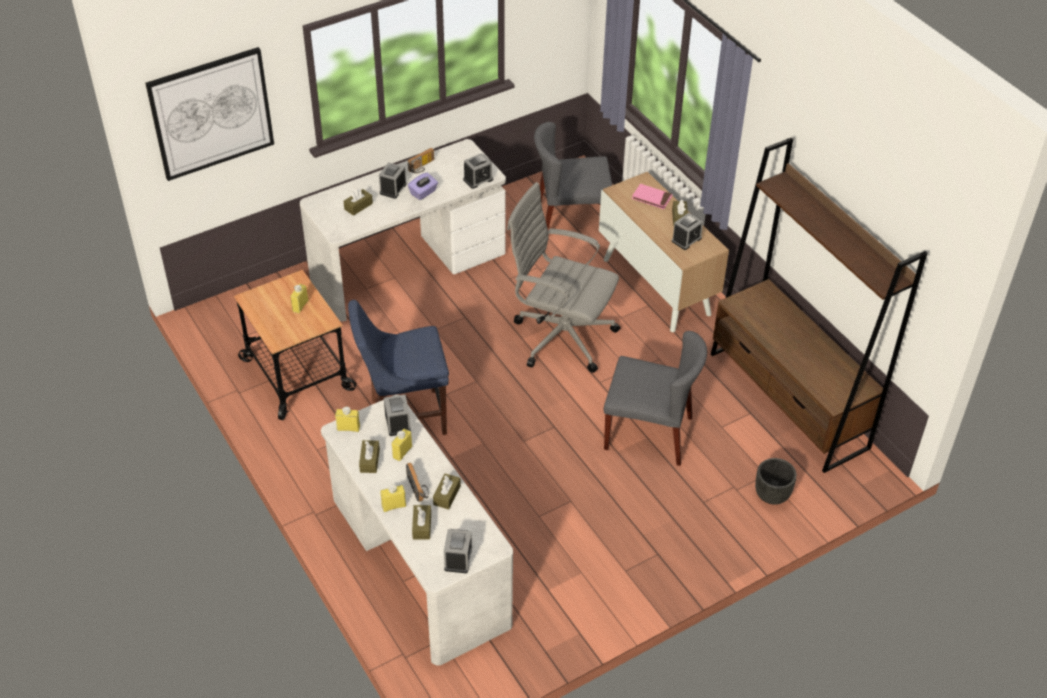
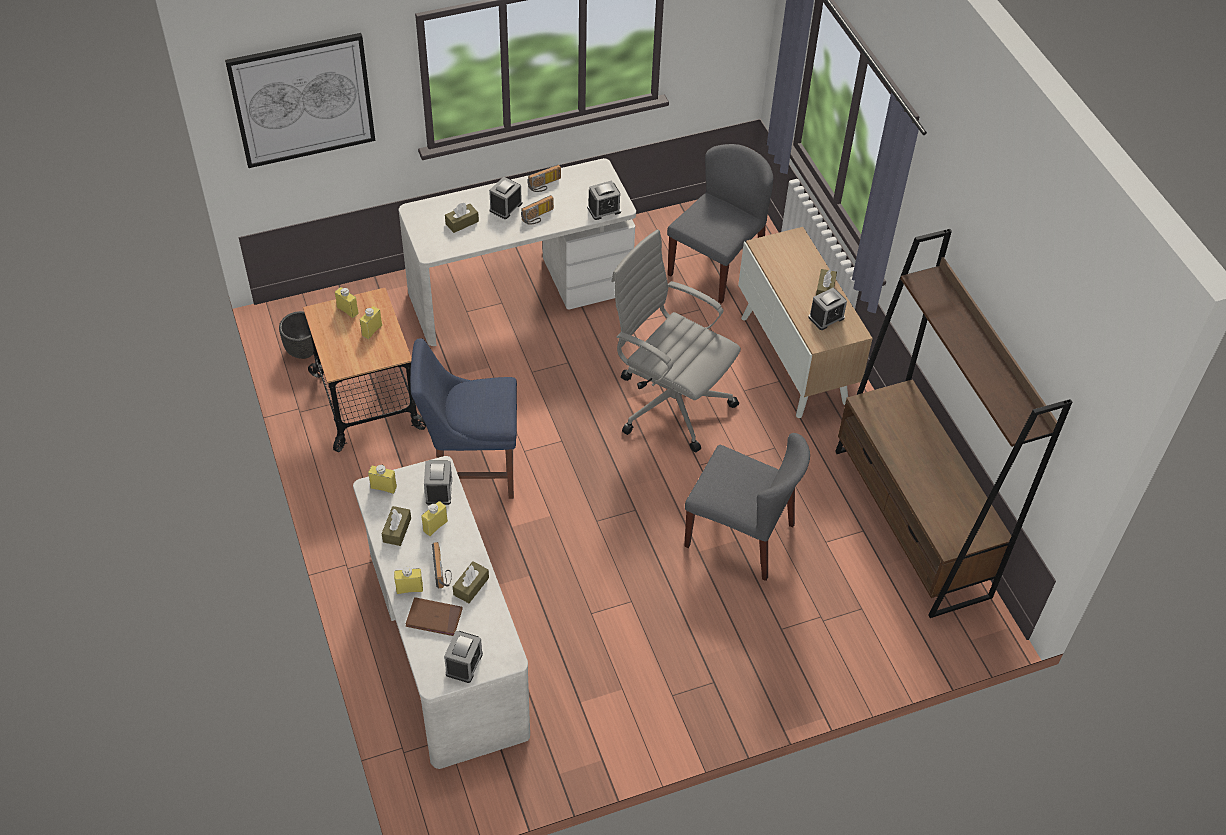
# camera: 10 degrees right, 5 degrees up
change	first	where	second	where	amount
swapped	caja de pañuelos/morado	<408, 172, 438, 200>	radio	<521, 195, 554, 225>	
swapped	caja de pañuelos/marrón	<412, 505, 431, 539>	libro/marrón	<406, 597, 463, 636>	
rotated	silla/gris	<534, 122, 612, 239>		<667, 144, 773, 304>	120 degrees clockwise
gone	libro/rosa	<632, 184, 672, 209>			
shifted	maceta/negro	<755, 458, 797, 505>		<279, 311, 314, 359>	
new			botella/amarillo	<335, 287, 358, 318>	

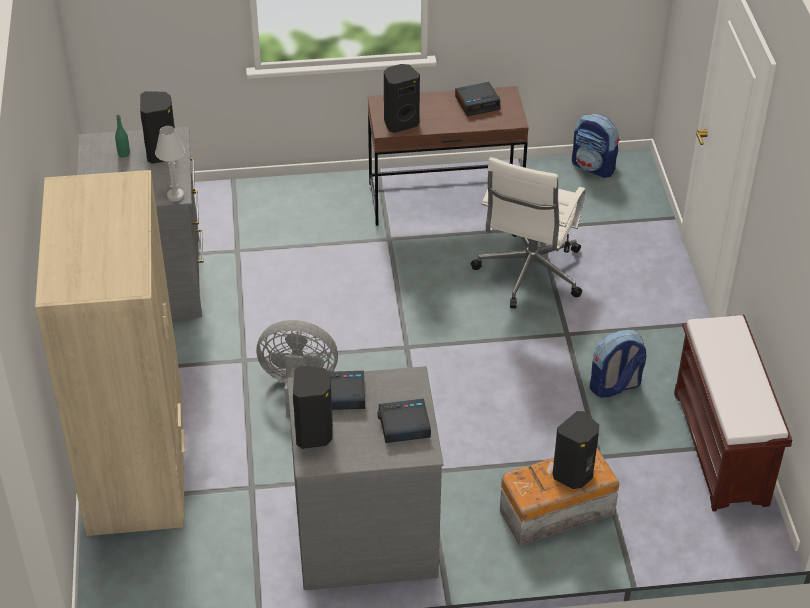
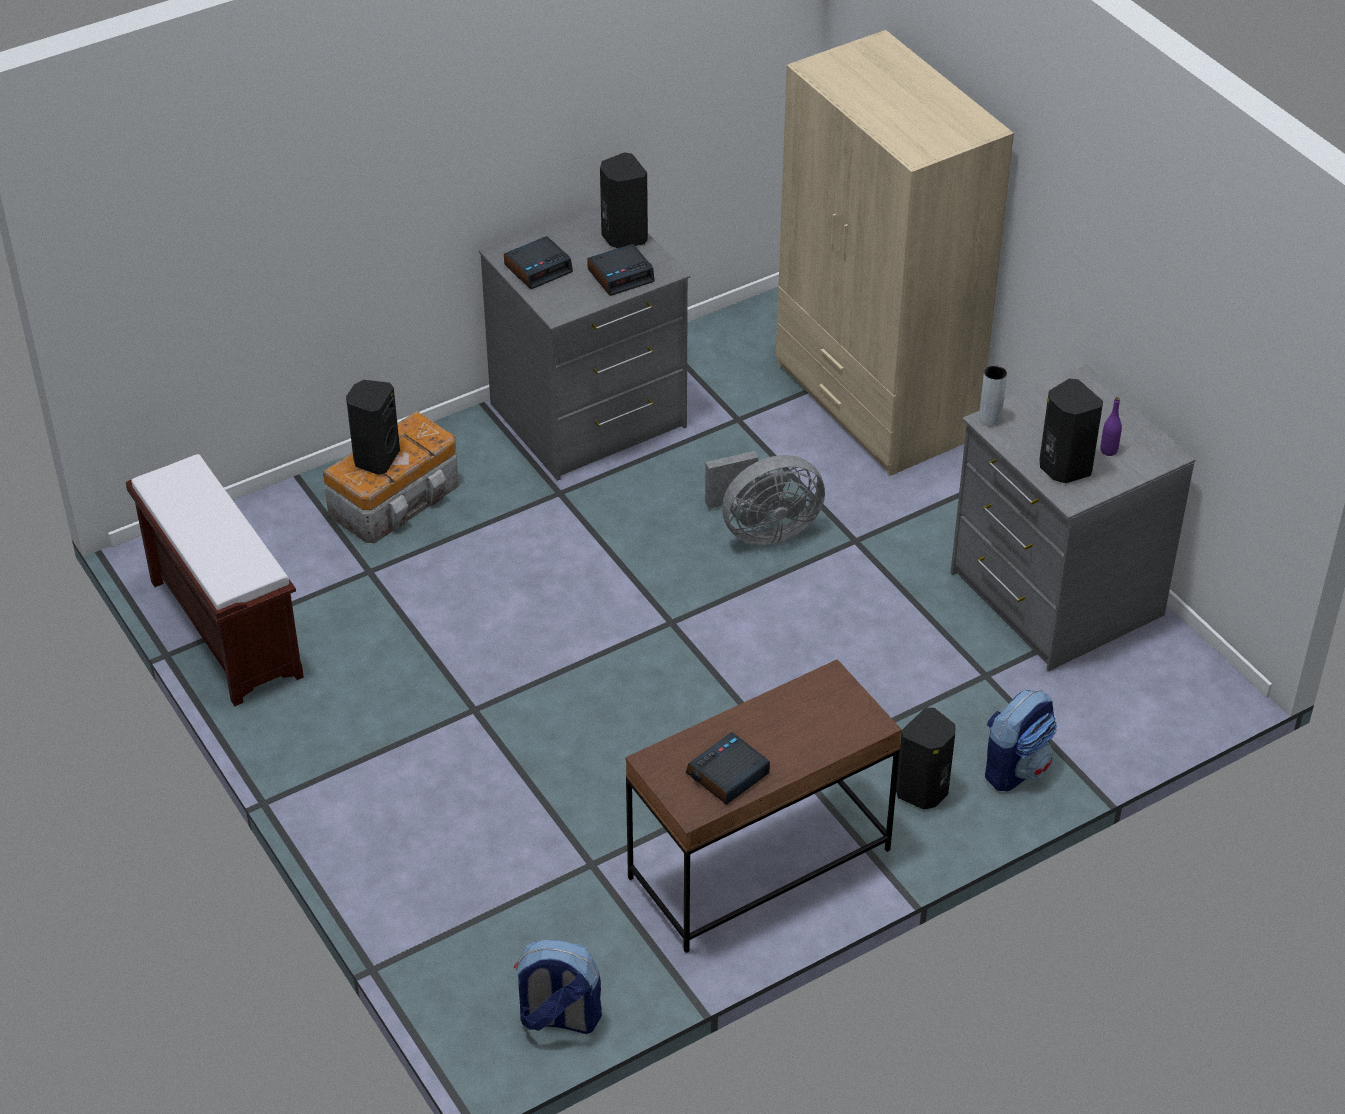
# camera: 155 degrees right, 0 degrees up
change	first	where	second	where	amount
repainted	botella/verde	<115, 115, 130, 158>	botella/morado	<1101, 397, 1122, 456>	
swapped	lámpara de mesa/blanco	<155, 126, 185, 201>	florero/gris	<979, 365, 1007, 427>	
shifted	altavoz/negro	<384, 64, 420, 133>		<896, 708, 956, 810>	
gone	silla de oficina/blanco	<471, 157, 586, 308>			
shifted	mochila	<590, 330, 646, 398>		<985, 690, 1057, 791>	

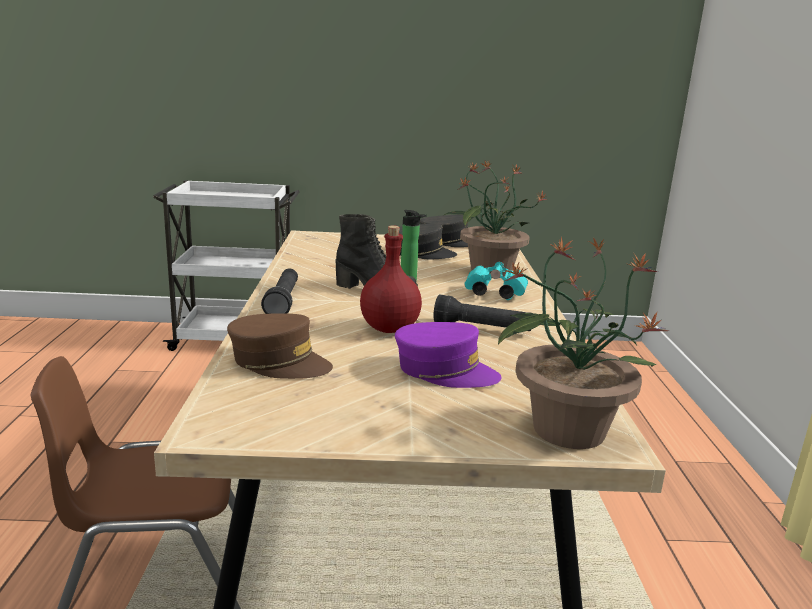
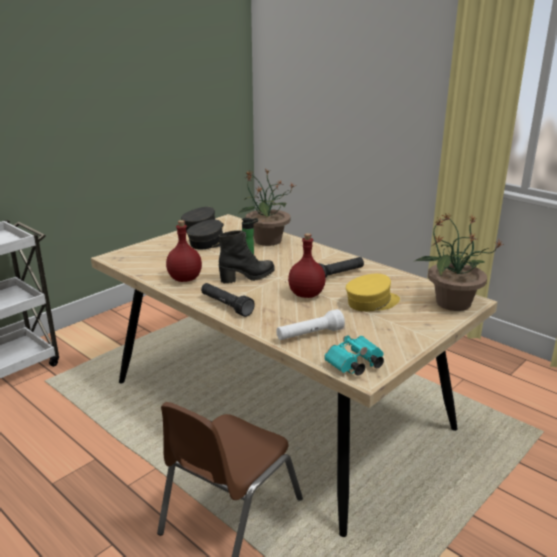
# camera: 45 degrees left, 5 degrees up
change	first	where	second	where	amount
swapped	gorra/marrón	<227, 313, 333, 379>	linterna/blanco	<276, 309, 345, 340>	
repainted	gorra/morado	<395, 322, 502, 388>	gorra/amarillo	<346, 274, 400, 312>	
shifted	prismáticos/turquesa	<464, 262, 528, 300>		<324, 335, 384, 375>	
new			botella/rojo	<166, 220, 202, 282>	

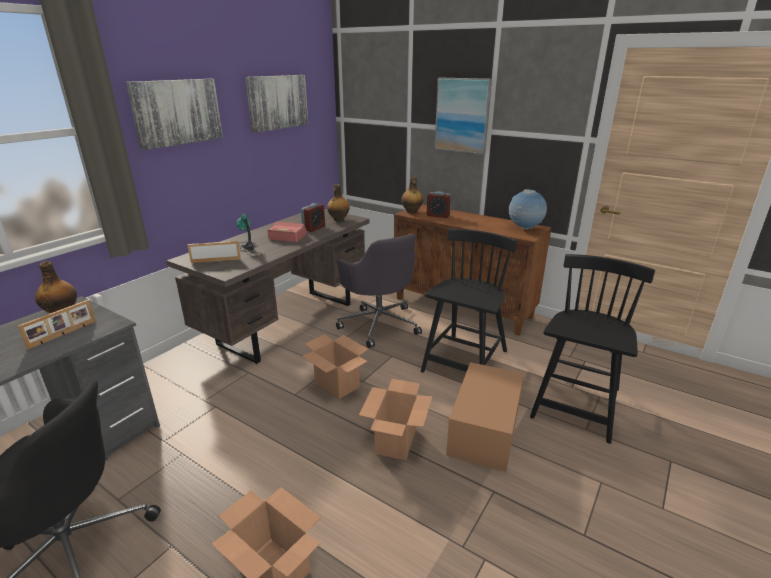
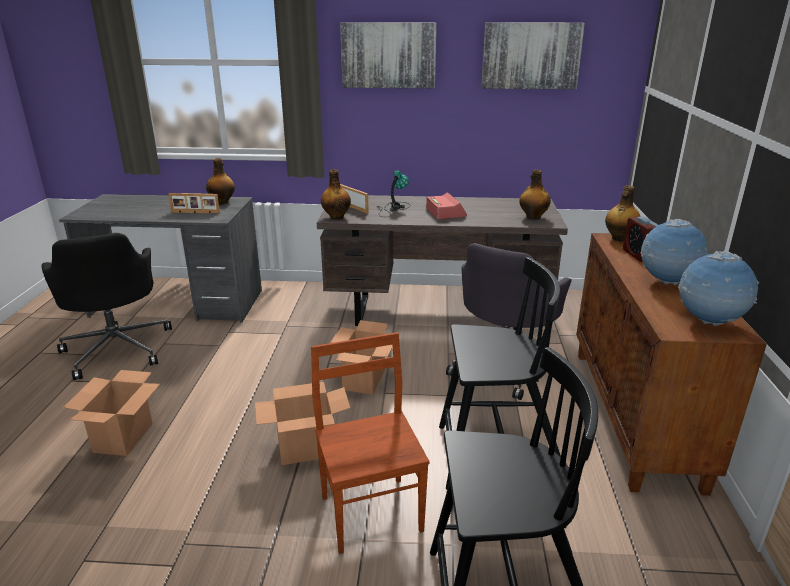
# camera: 60 degrees right, 0 degrees up
change	first	where	second	where	amount
gone	despertador	<301, 203, 325, 232>			
gone	cuadro	<435, 78, 492, 154>			
swapped	caja de cartón	<446, 362, 524, 472>	silla/marrón	<311, 332, 430, 554>	
new			botella	<321, 169, 351, 220>	
new			globo terráqueo	<641, 219, 708, 285>	

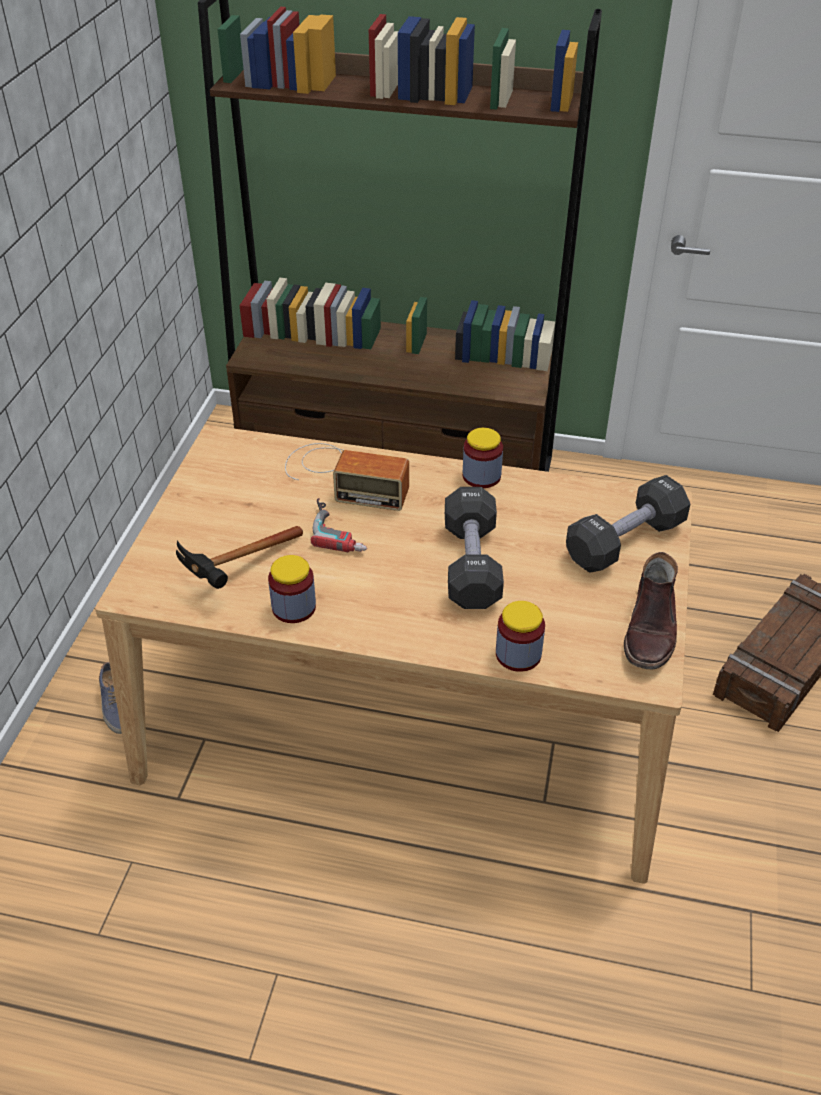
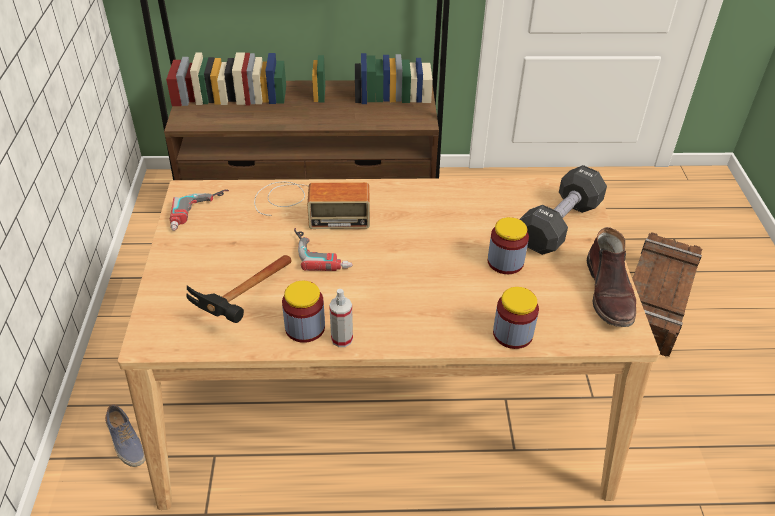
# camera: 15 degrees left, 0 degrees up
change	first	where	second	where	amount
gone	mancuerna/negro	<445, 487, 504, 609>			
shifted	tarro	<463, 428, 503, 488>		<488, 217, 529, 274>	
new			taladro	<170, 190, 229, 231>	
new			pulverizador	<329, 289, 353, 347>	

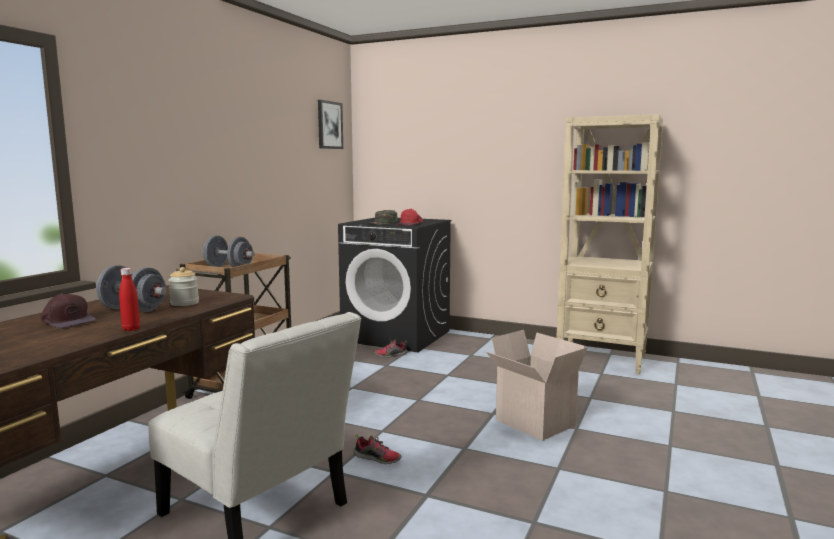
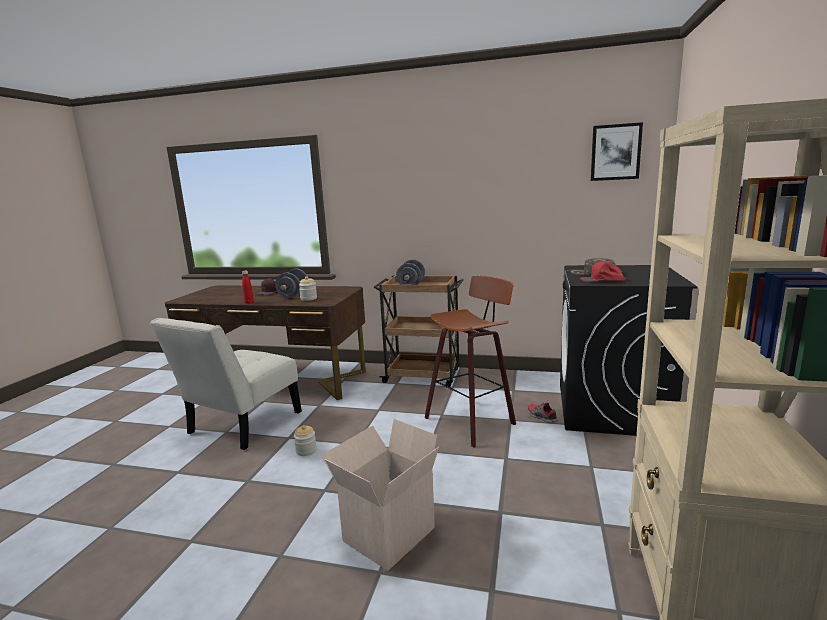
# camera: 80 degrees right, 5 degrees up
change	first	where	second	where	amount
swapped	zapato	<353, 434, 402, 464>	tarro	<294, 425, 317, 456>	
new			taburete	<425, 275, 516, 448>	

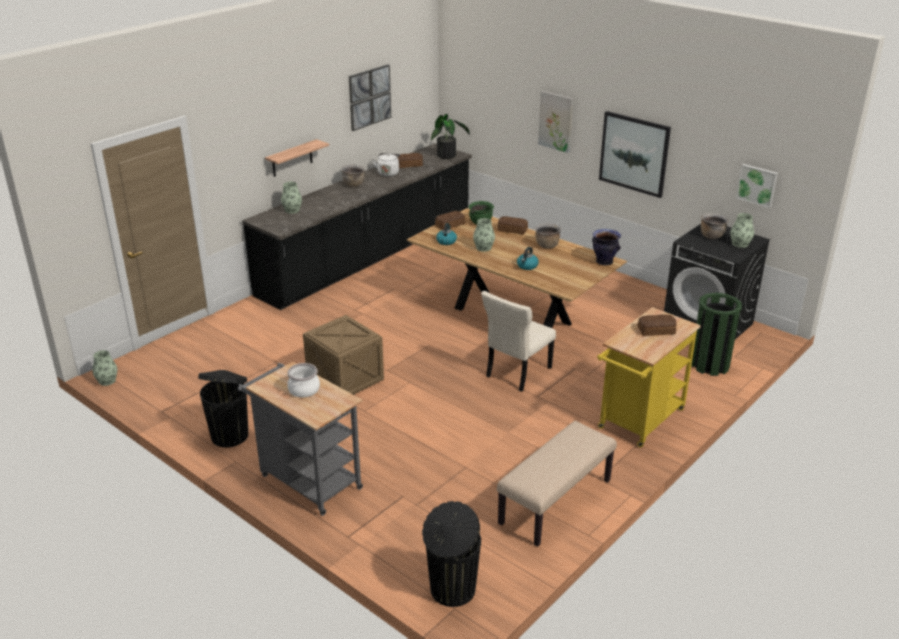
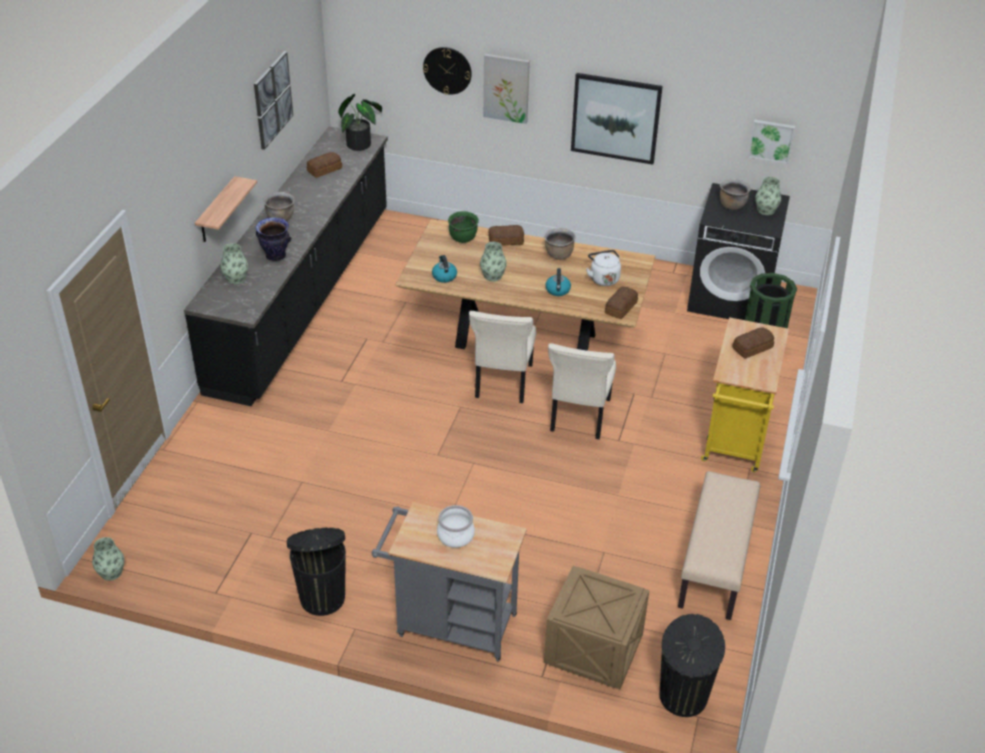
# camera: 25 degrees left, 10 degrees up
change	first	where	second	where	amount
shifted	caja de embalaje	<303, 315, 384, 395>		<544, 566, 649, 689>	
shifted	hervidor/blanco	<373, 153, 400, 177>		<586, 250, 621, 286>	
shifted	pan	<435, 211, 465, 230>		<605, 287, 638, 319>	
shifted	florero	<592, 229, 621, 266>		<256, 218, 291, 261>	
new			reloj de pared	<423, 47, 472, 95>	
new			silla/beis	<469, 311, 536, 404>	

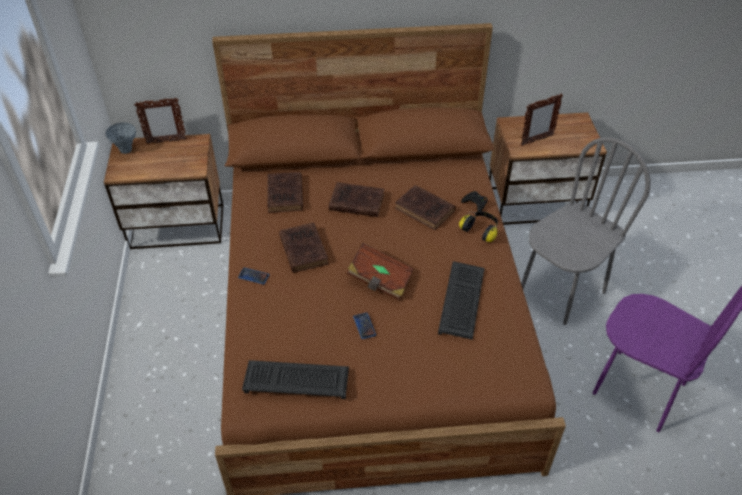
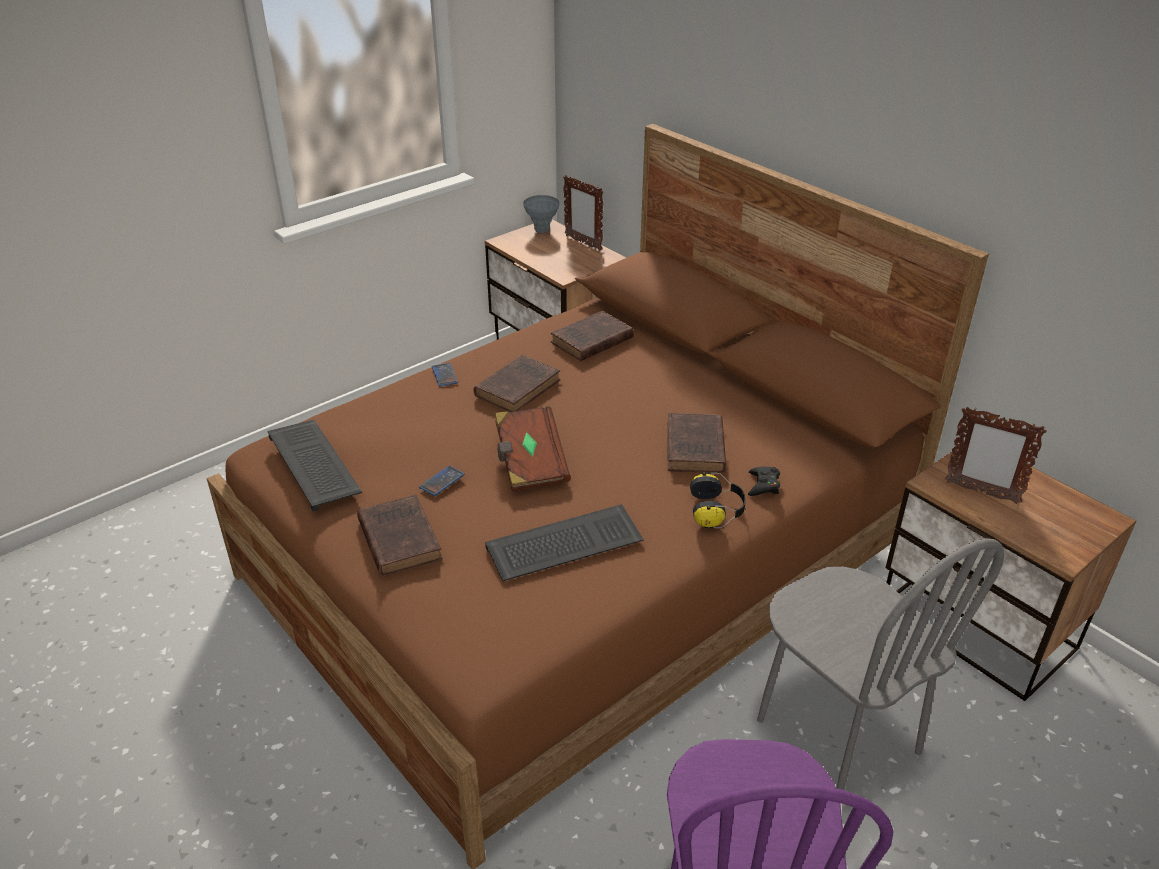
# camera: 55 degrees right, 10 degrees down
change	first	where	second	where	amount
shifted	libro/marrón	<329, 182, 384, 217>		<357, 495, 443, 577>	
rotated	silla/gris	<521, 137, 651, 325>		<757, 538, 1004, 790>	45 degrees clockwise

